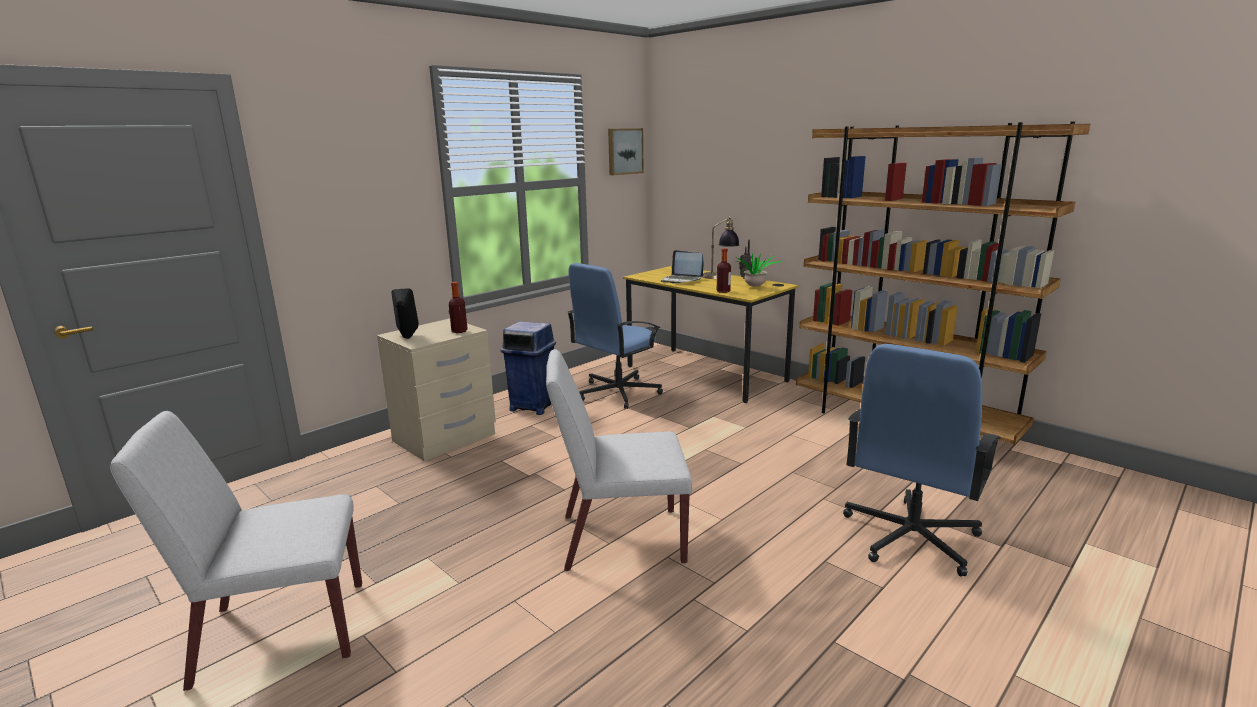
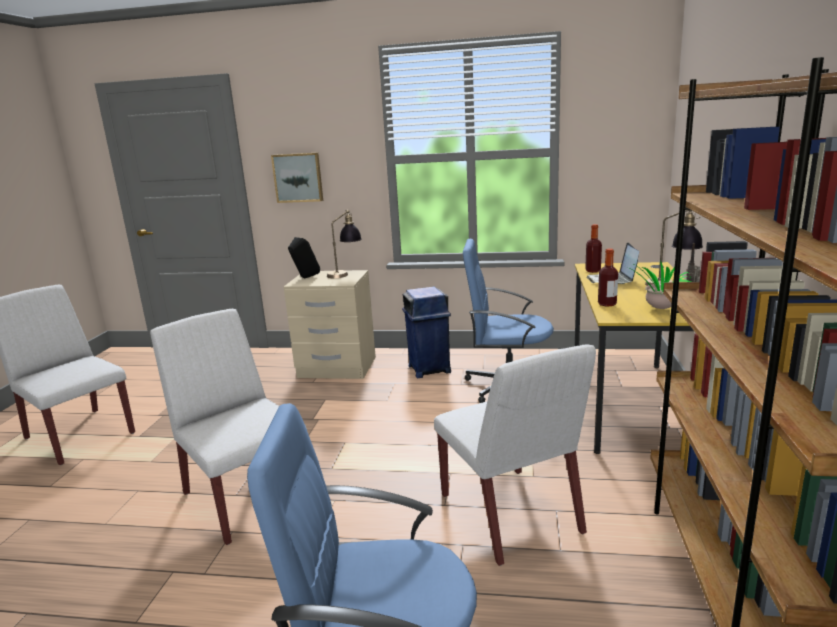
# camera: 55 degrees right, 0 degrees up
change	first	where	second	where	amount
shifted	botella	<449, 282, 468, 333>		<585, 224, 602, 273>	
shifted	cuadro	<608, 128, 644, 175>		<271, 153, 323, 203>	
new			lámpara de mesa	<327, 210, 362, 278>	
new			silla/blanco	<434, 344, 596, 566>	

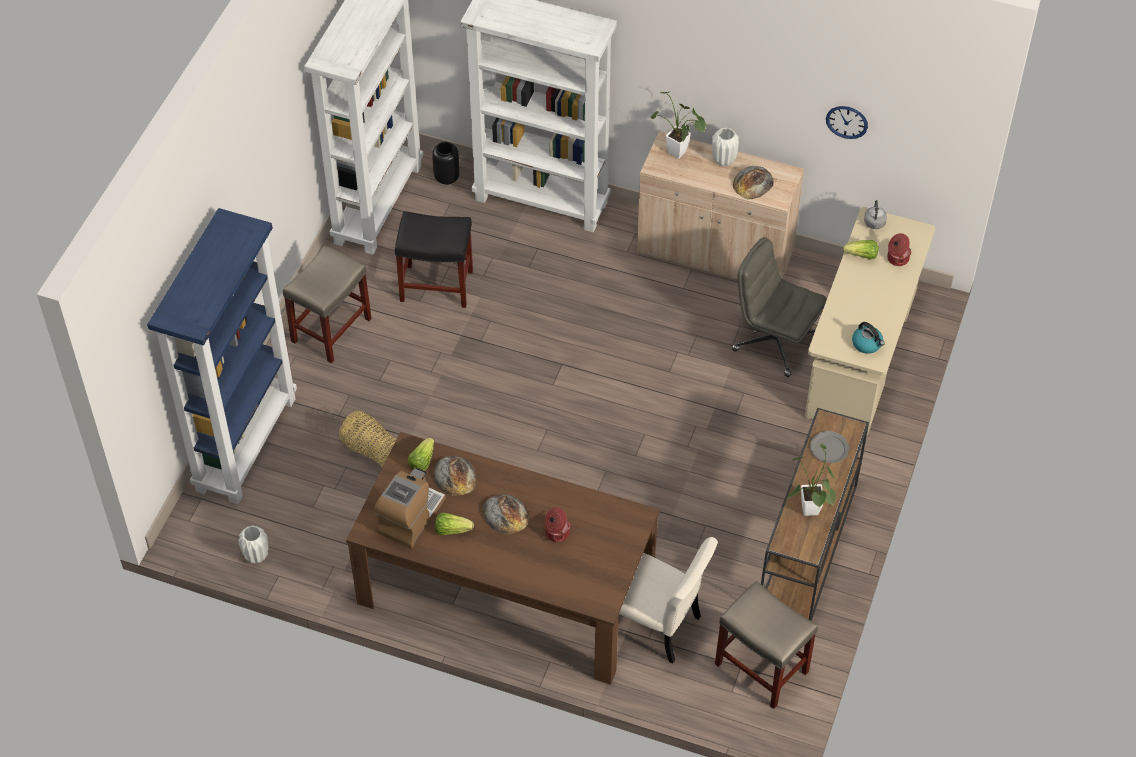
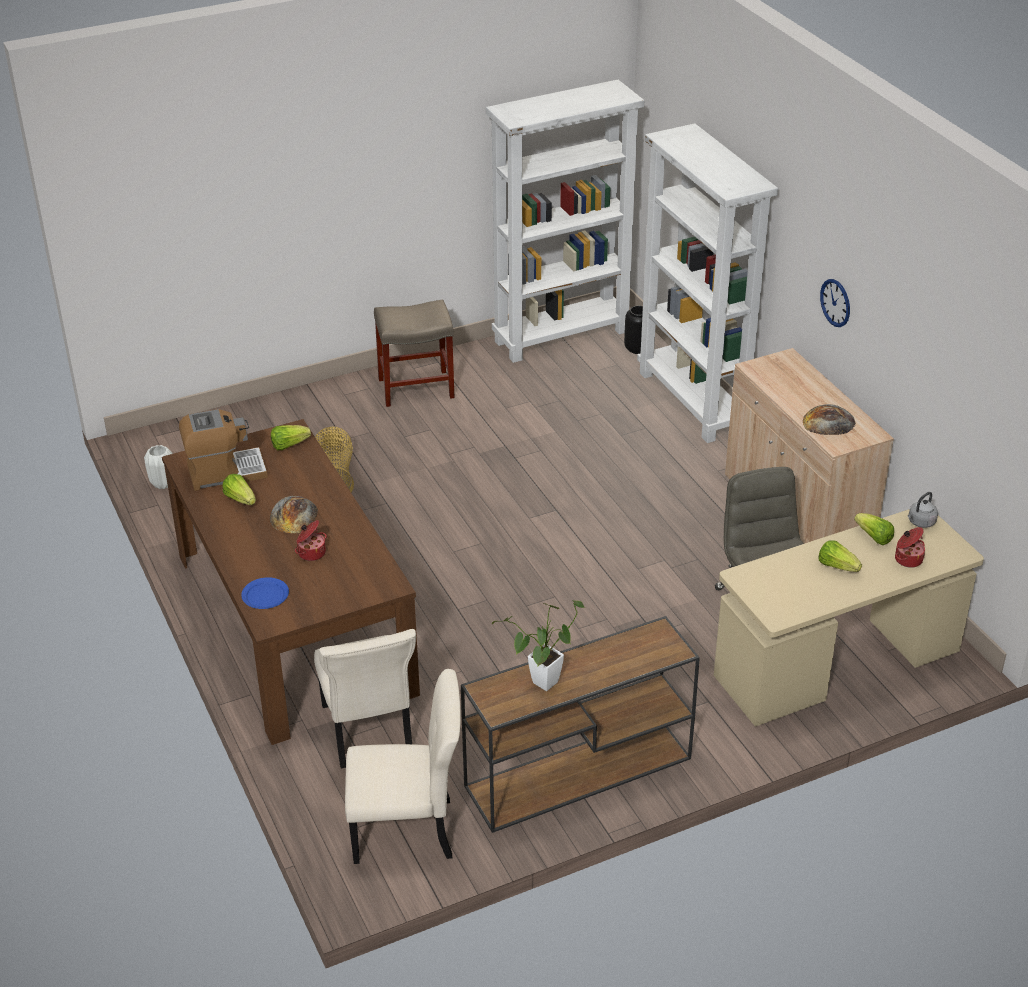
# camera: 45 degrees right, 15 degrees down
change	first	where	second	where	amount
gone	estantería/azul	<147, 208, 297, 504>			
gone	taburete/negro	<395, 211, 473, 308>			
gone	pan	<434, 456, 476, 496>			
gone	planta en maceta	<651, 92, 707, 159>			
gone	florero/blanco	<712, 127, 739, 166>			
swapped	taburete/beis	<715, 581, 818, 709>	silla/beis	<345, 669, 461, 864>	
gone	plato/gris	<810, 431, 849, 463>			
shifted	reloj de pared	<826, 106, 868, 139>		<820, 279, 850, 327>	
gone	hervidor	<852, 322, 885, 354>			
new			plato/azul	<241, 577, 289, 609>	
new			lechuga	<818, 540, 862, 572>	

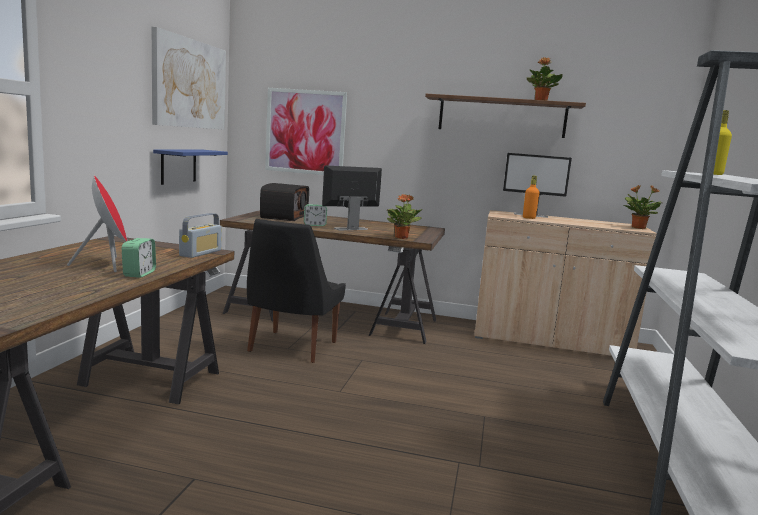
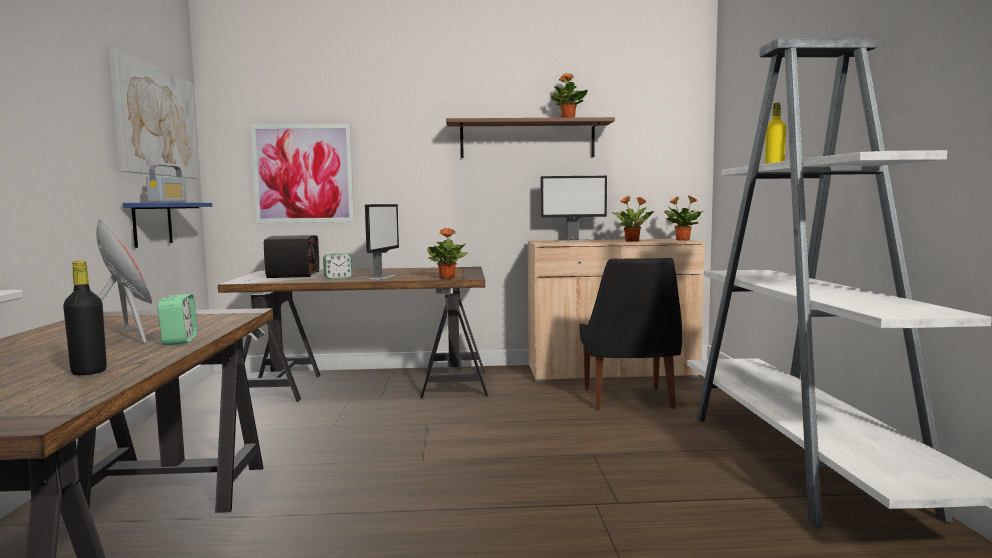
# camera: 15 degrees left, 5 degrees down
change	first	where	second	where	amount
shifted	radio	<179, 213, 222, 258>		<146, 164, 187, 202>	
shifted	silla/negro	<247, 219, 346, 363>		<579, 258, 682, 410>	
rotated	monitor	<322, 166, 382, 230>		<365, 204, 399, 279>	150 degrees clockwise
gone	botella/naranja	<523, 176, 539, 219>			
new			botella/negro	<63, 261, 107, 375>	
new			planta en maceta	<612, 196, 654, 242>	

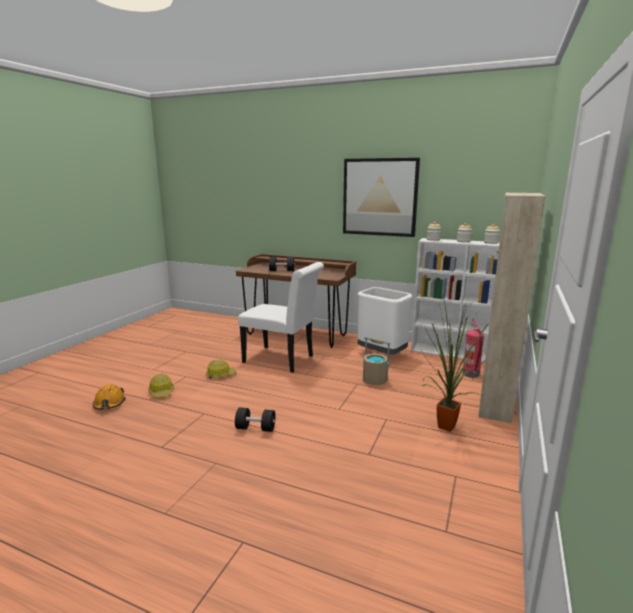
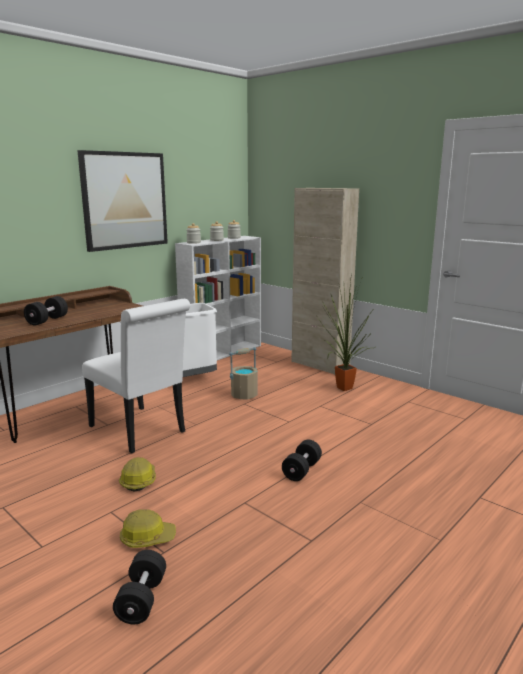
# camera: 70 degrees left, 0 degrees up
change	first	where	second	where	amount
swapped	casco/naranja	<93, 384, 126, 410>	mancuerna/negro	<113, 550, 166, 624>	
rotated	silla/blanco	<238, 262, 324, 373>		<82, 299, 190, 453>	90 degrees clockwise
gone	extintor	<462, 320, 484, 378>			

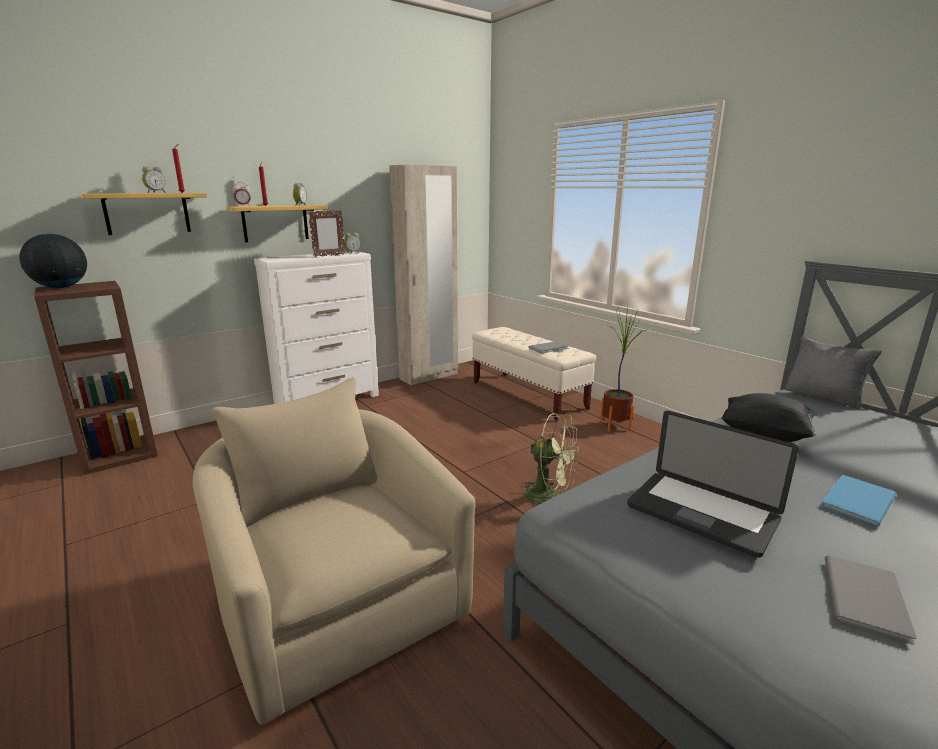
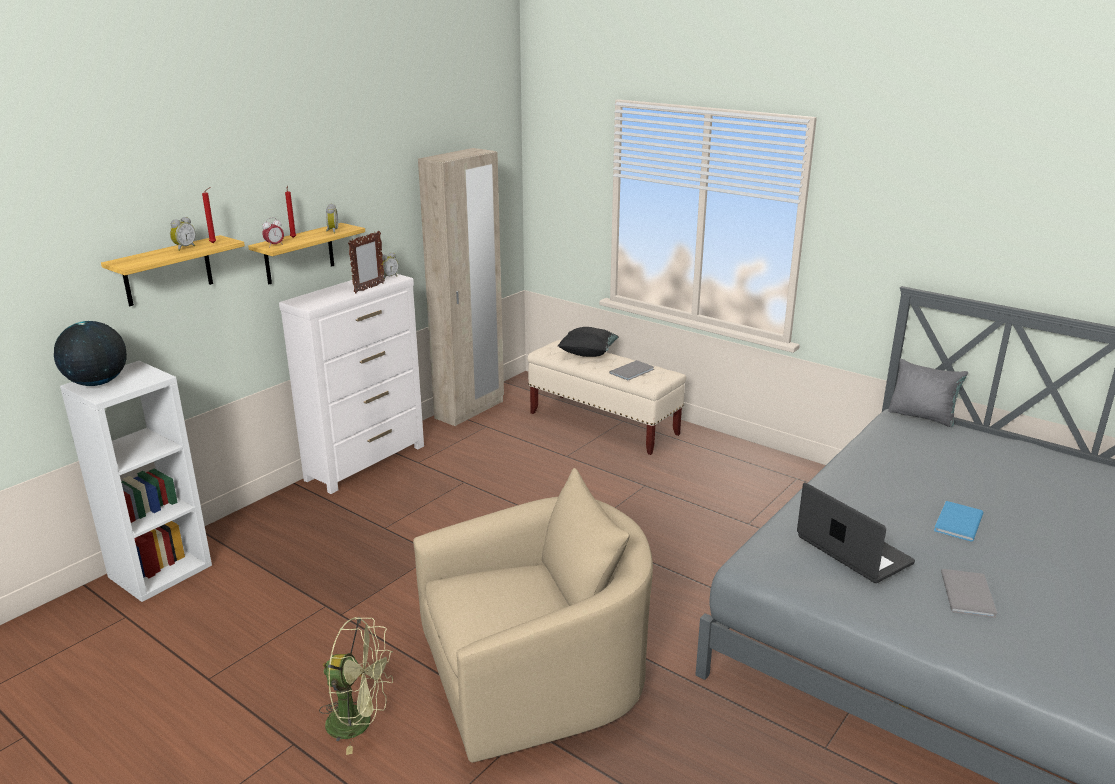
# camera: 15 degrees left, 5 degrees up
change	first	where	second	where	amount
repainted	estantería/marrón	<34, 281, 158, 475>	estantería/blanco	<60, 361, 212, 602>	
rotated	sillón/beis	<193, 377, 475, 725>		<413, 468, 653, 763>	120 degrees clockwise
shifted	ventilador/verde	<519, 413, 579, 504>		<319, 617, 393, 755>	
gone	planta en maceta	<600, 306, 646, 431>			
rotated	portátil	<627, 411, 799, 558>		<797, 483, 915, 583>	150 degrees counterclockwise
shifted	cojín/negro	<721, 393, 817, 442>		<558, 327, 619, 357>	

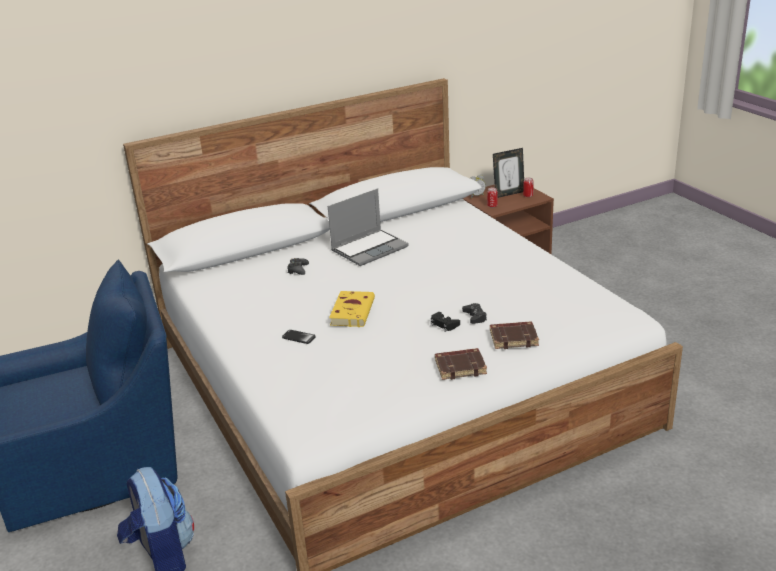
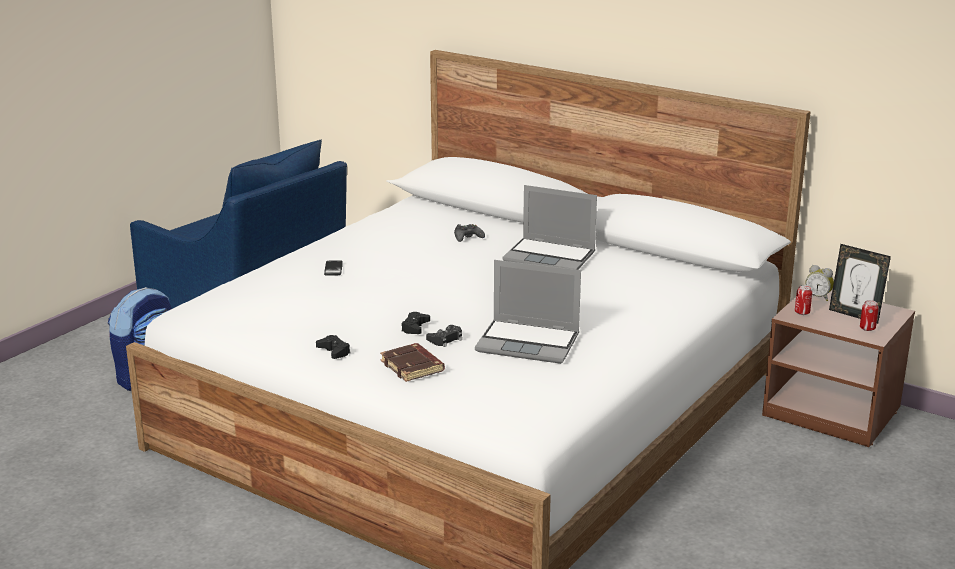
# camera: 60 degrees right, 5 degrees down
change	first	where	second	where	amount
gone	libro/amarillo	<329, 291, 375, 327>			
swapped	libro/marrón	<435, 348, 487, 380>	mando de consola/negro	<316, 335, 350, 359>	
new			portátil	<475, 260, 581, 364>	

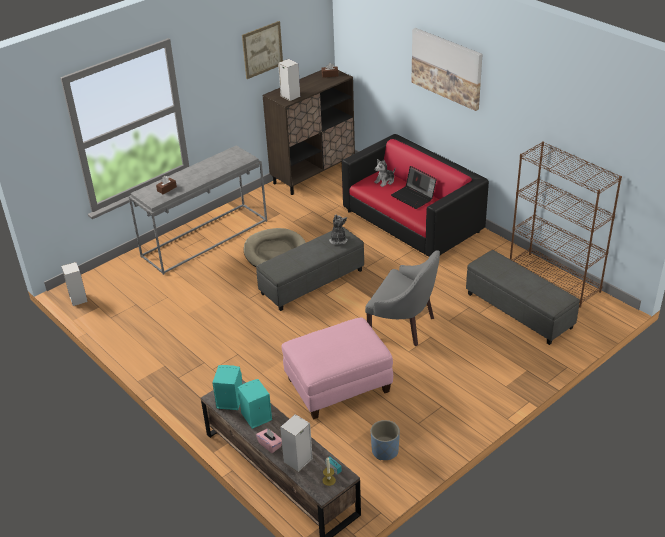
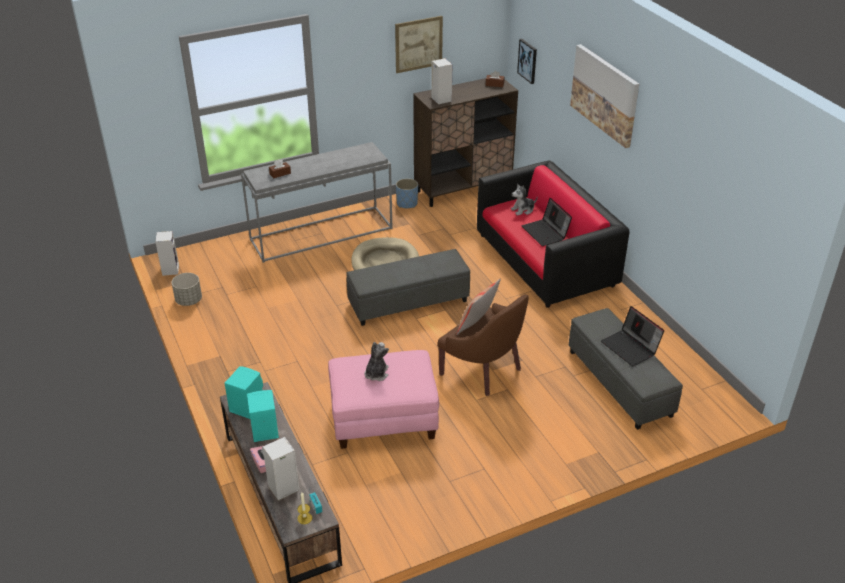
# camera: 15 degrees right, 0 degrees up
change	first	where	second	where	amount
shifted	peluche	<329, 215, 348, 245>		<364, 342, 389, 381>	
repainted	sillón/gris	<365, 250, 440, 346>	sillón/marrón	<437, 294, 529, 396>	
shifted	maceta/azul	<371, 420, 400, 460>		<396, 178, 418, 208>	
gone	estantería/marrón	<510, 141, 622, 308>			
new			maceta/gris	<171, 273, 202, 306>	
new			cojín	<456, 279, 501, 335>	
new			cuadro	<517, 39, 537, 84>	
new			portátil	<601, 306, 664, 366>	

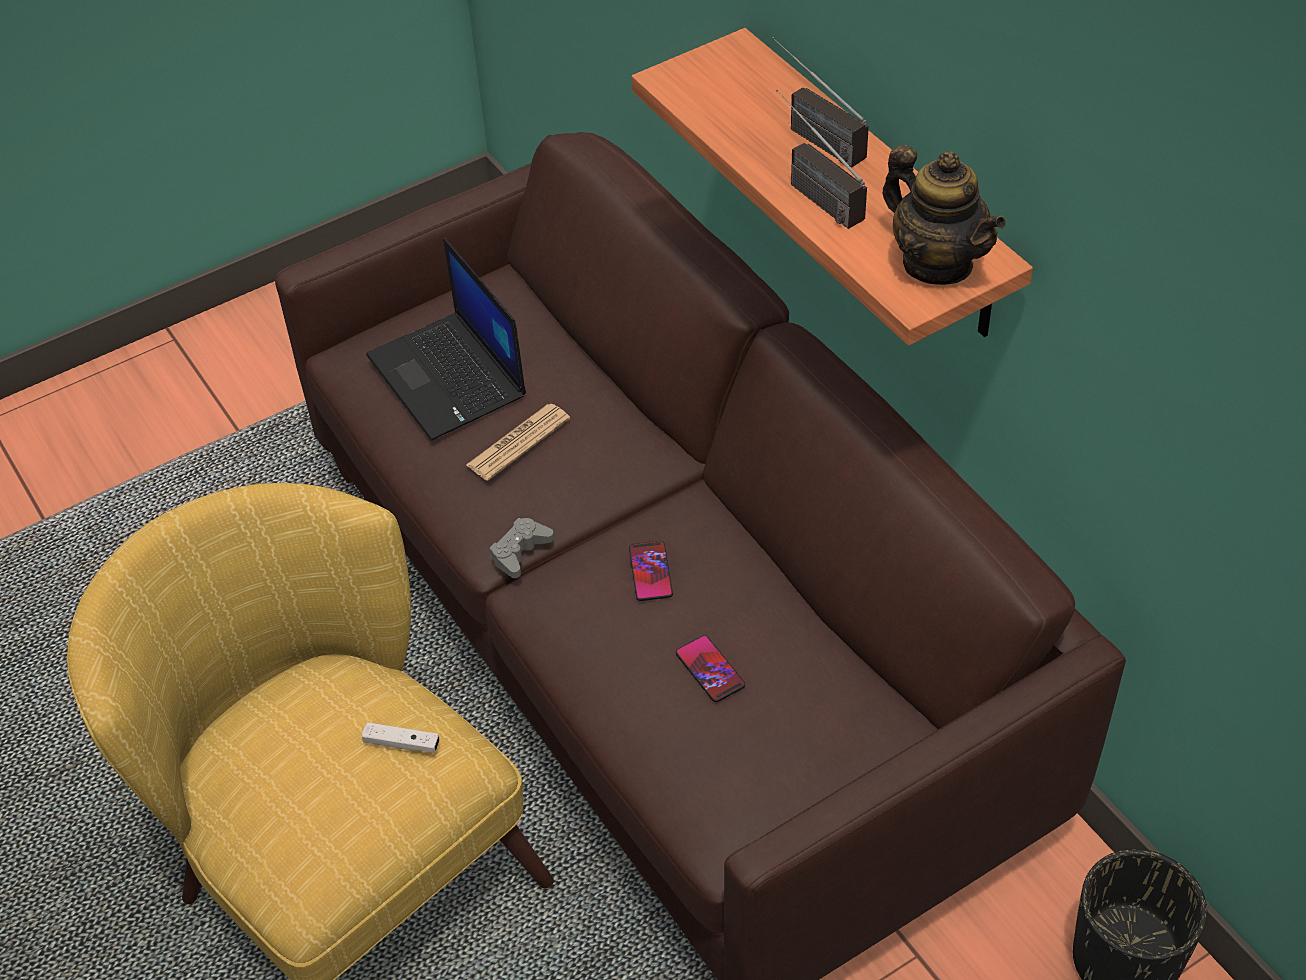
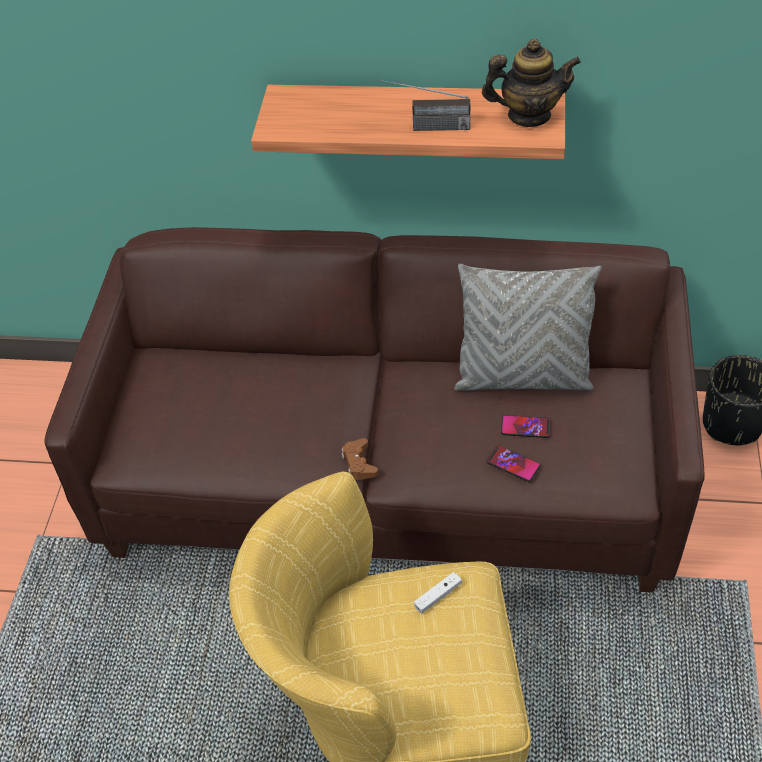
# camera: 50 degrees left, 0 degrees up
change	first	where	second	where	amount
gone	portátil	<366, 237, 526, 441>			
gone	periódico	<466, 404, 570, 481>			
repainted	mando de consola/gris	<490, 518, 554, 578>	mando de consola/marrón	<342, 438, 378, 480>	
shifted	móvil	<629, 541, 673, 601>		<486, 445, 540, 482>	
gone	radio	<772, 37, 869, 168>			
new			cojín/gris	<454, 264, 602, 391>	

